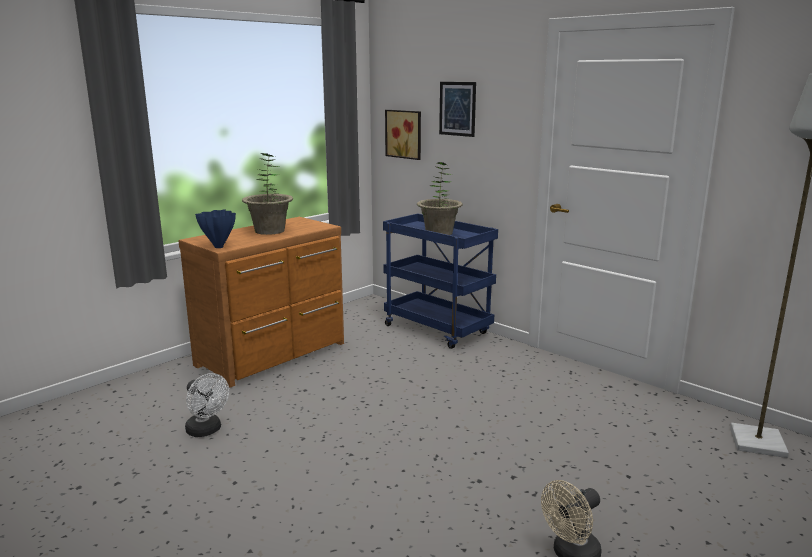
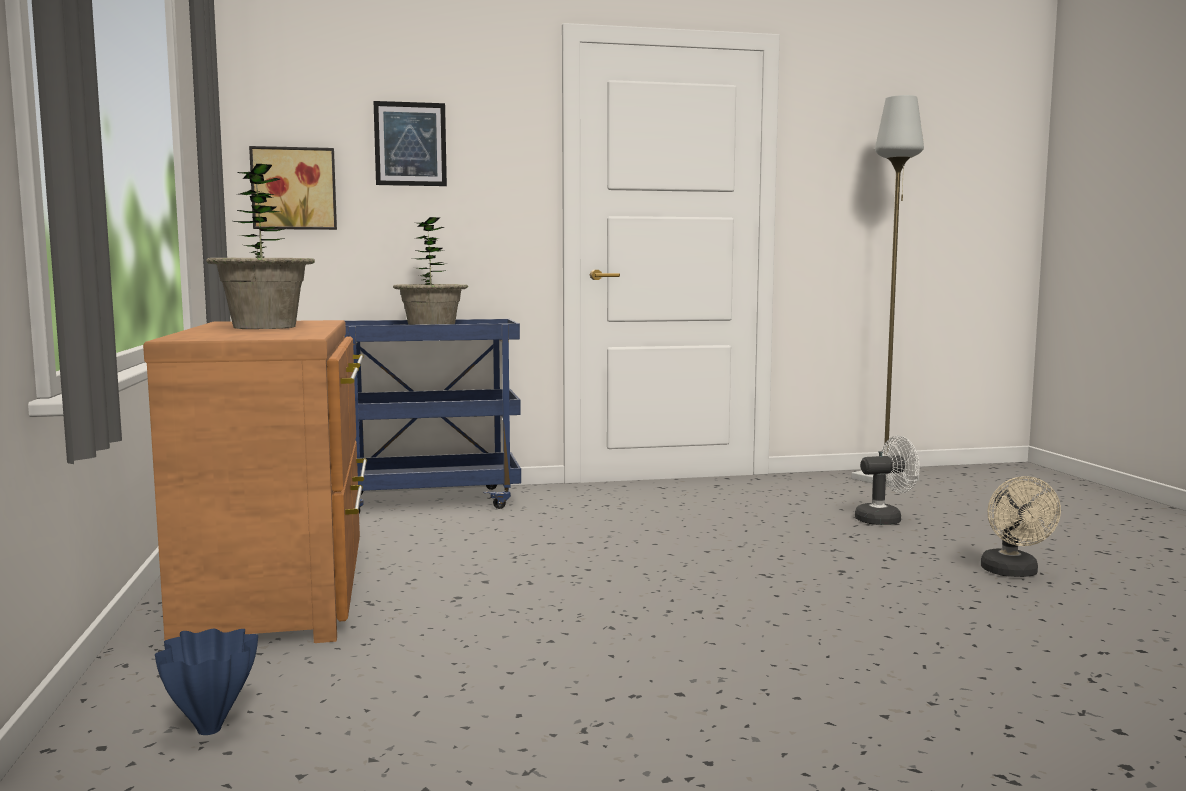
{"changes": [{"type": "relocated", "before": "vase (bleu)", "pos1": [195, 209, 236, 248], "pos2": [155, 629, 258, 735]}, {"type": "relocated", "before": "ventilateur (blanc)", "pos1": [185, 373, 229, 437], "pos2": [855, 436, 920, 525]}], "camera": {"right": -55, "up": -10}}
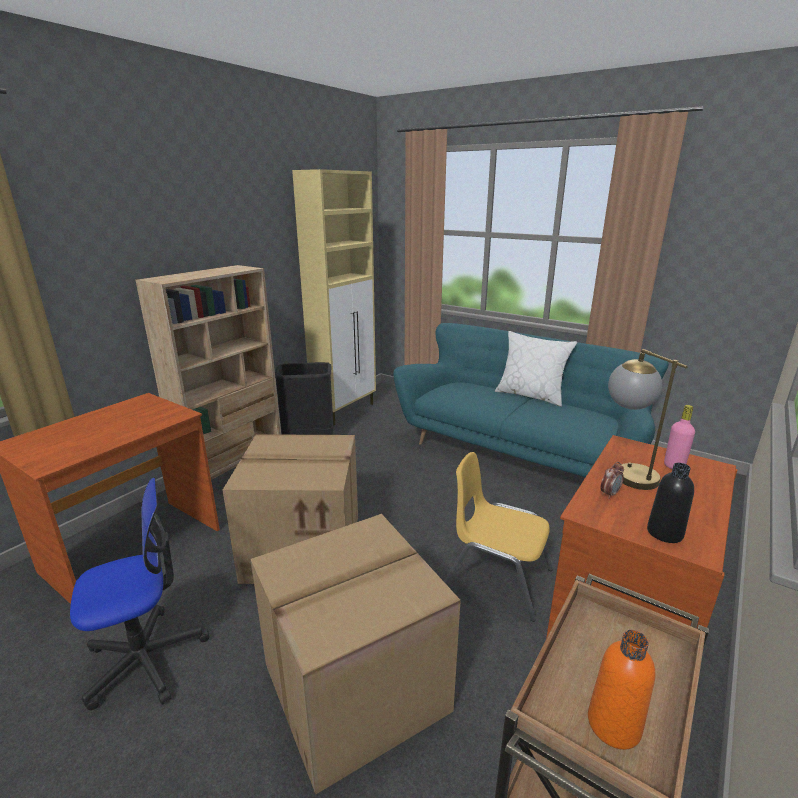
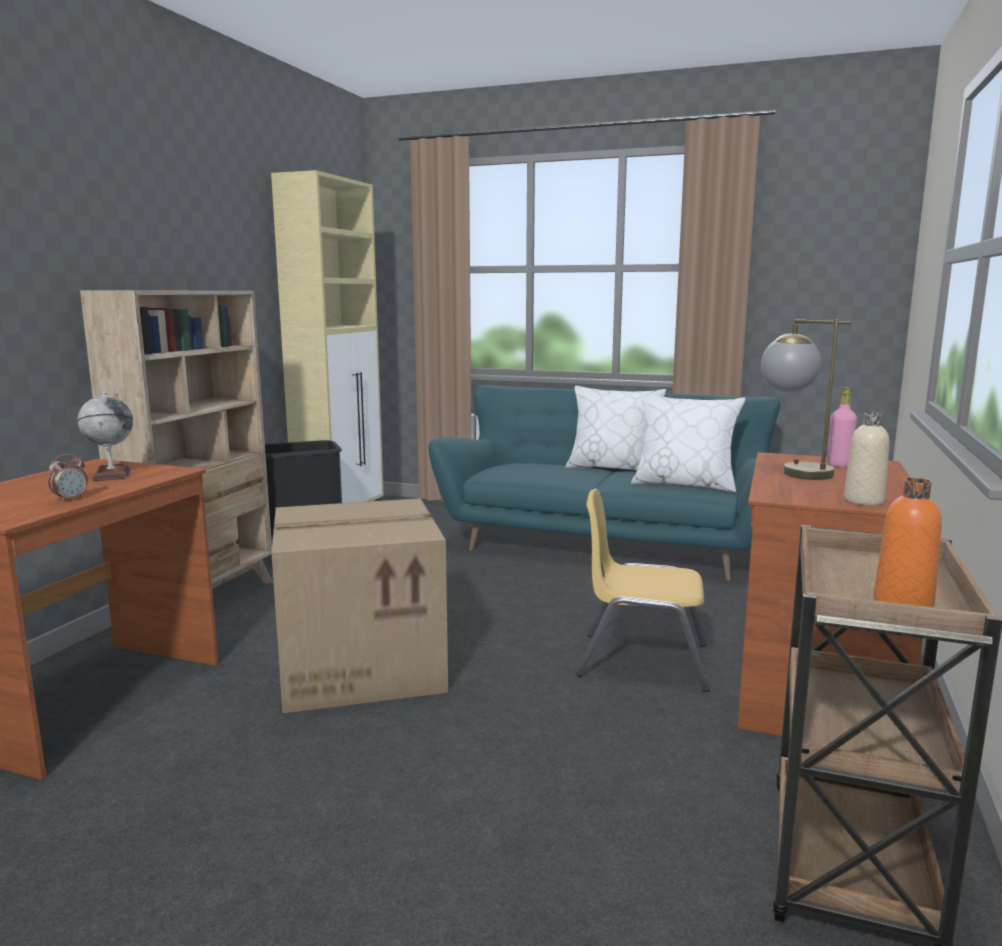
{"changes": [{"type": "relocated", "before": "réveil", "pos1": [600, 462, 624, 499], "pos2": [48, 454, 88, 502]}, {"type": "appeared", "after": "globe", "pos2": [77, 392, 133, 481]}, {"type": "appeared", "after": "coussin (blanc)", "pos2": [631, 393, 746, 493]}, {"type": "colour", "before": "bouteille (noir)", "after": "bouteille (beige)", "pos1": [647, 463, 694, 543], "pos2": [844, 412, 890, 505]}, {"type": "missing", "before": "chaise de bureau", "pos1": [70, 477, 209, 710]}, {"type": "missing", "before": "carton", "pos1": [250, 514, 461, 795]}], "camera": {"right": -15, "up": -10}}
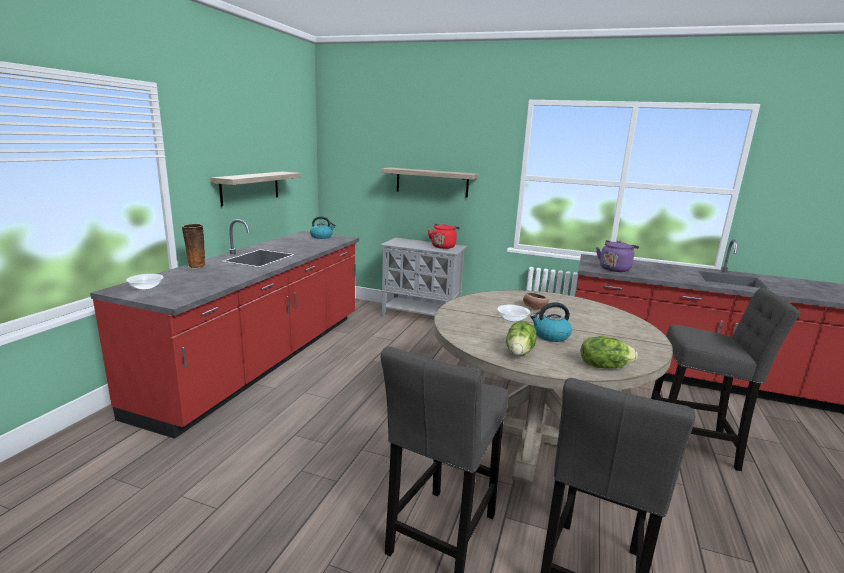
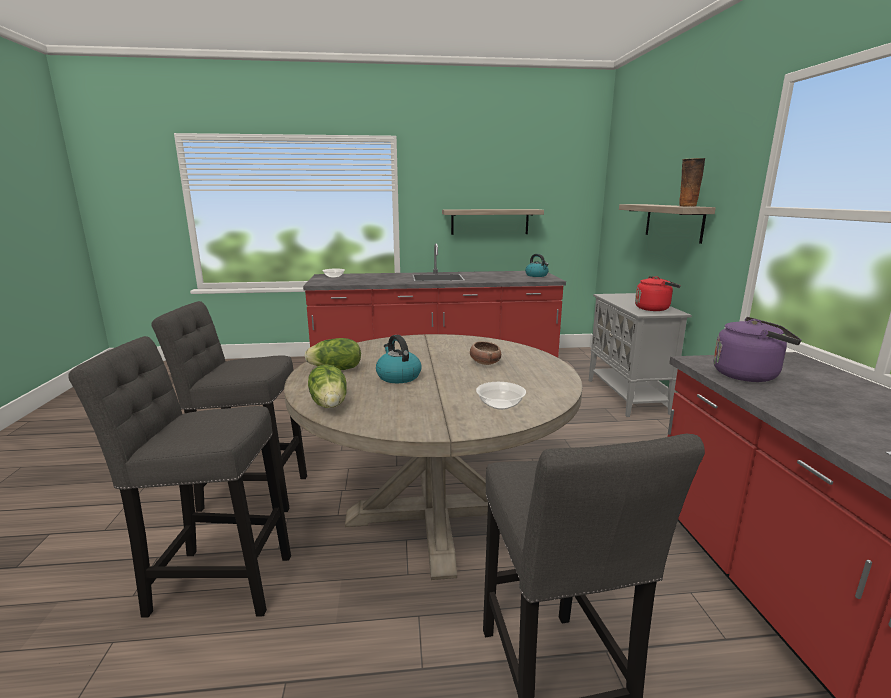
{"changes": [{"type": "relocated", "before": "bol", "pos1": [497, 305, 530, 322], "pos2": [476, 382, 526, 410]}, {"type": "relocated", "before": "vase", "pos1": [182, 224, 205, 268], "pos2": [679, 158, 705, 207]}], "camera": {"right": 65, "up": 0}}
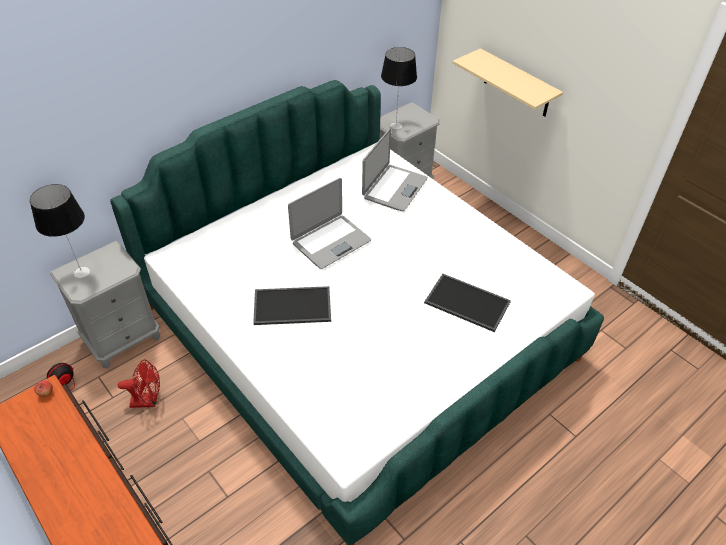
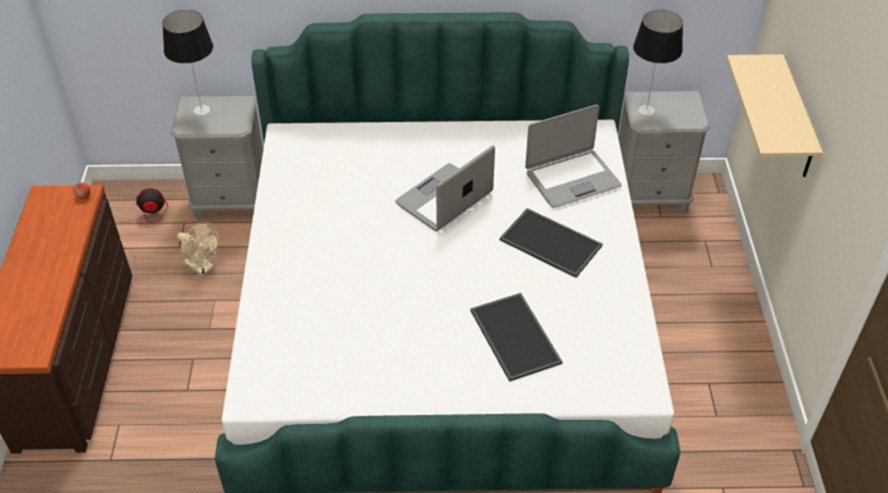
{"changes": [{"type": "colour", "before": "ventilateur (rouge)", "after": "ventilateur (beige)", "pos1": [118, 360, 160, 408], "pos2": [177, 222, 219, 276]}, {"type": "spun", "before": "ordinateur portable", "pos1": [288, 178, 371, 269], "pos2": [395, 145, 495, 231], "turn": 135}, {"type": "relocated", "before": "plateau", "pos1": [253, 286, 331, 325], "pos2": [499, 208, 603, 278]}], "camera": {"right": 40, "up": 0}}
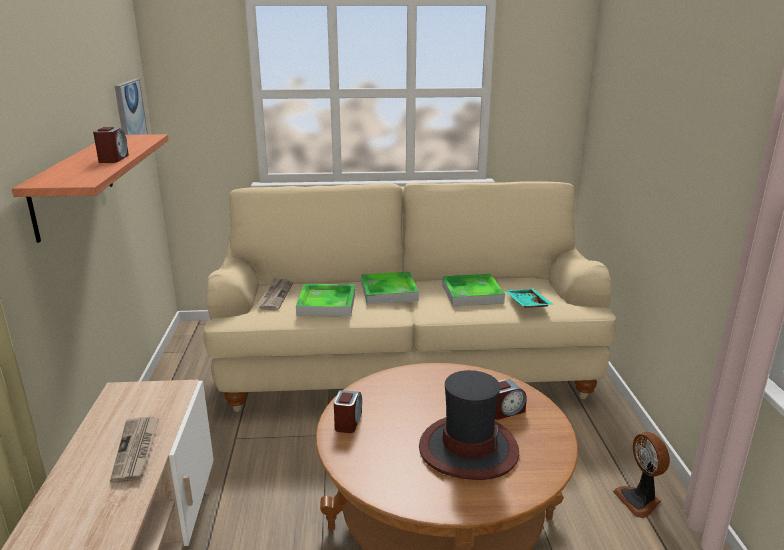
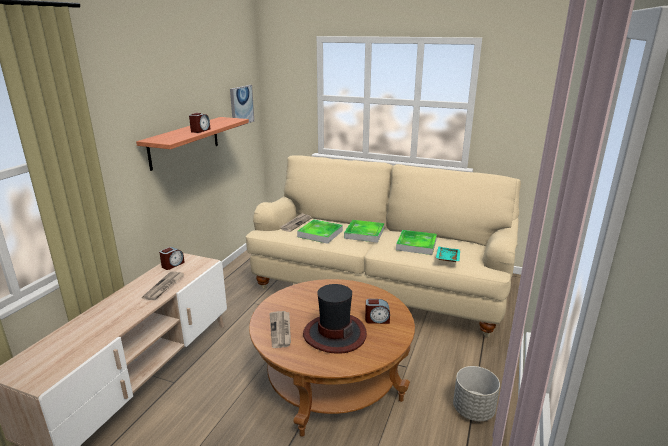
{"changes": [{"type": "relocated", "before": "réveil", "pos1": [334, 390, 362, 433], "pos2": [159, 247, 185, 270]}, {"type": "appeared", "after": "journal", "pos2": [269, 311, 291, 348]}, {"type": "exchanged", "before": "ventilateur", "after": "cache-pot (gris)", "pos1": [613, 432, 670, 518], "pos2": [453, 366, 500, 421]}], "camera": {"right": 25, "up": 0}}
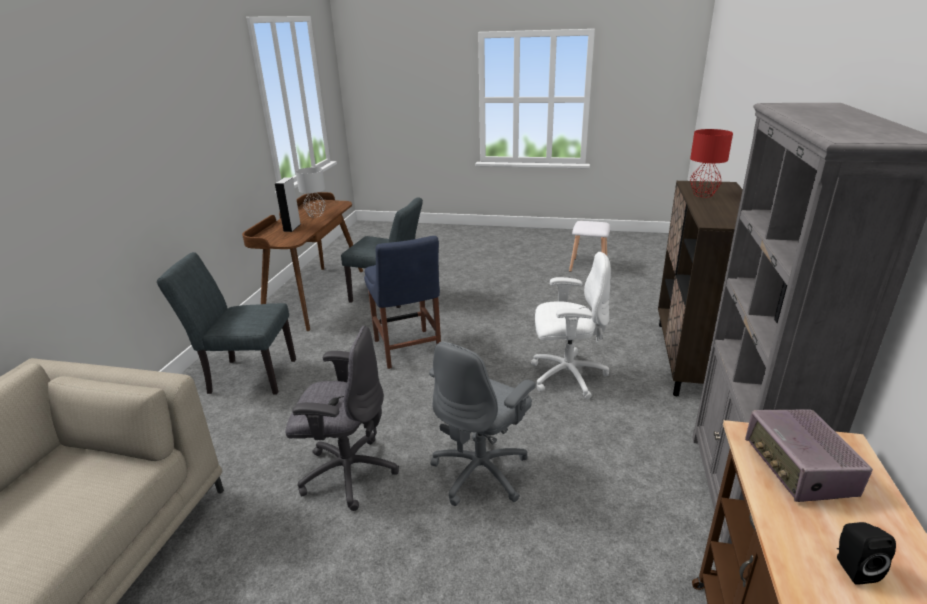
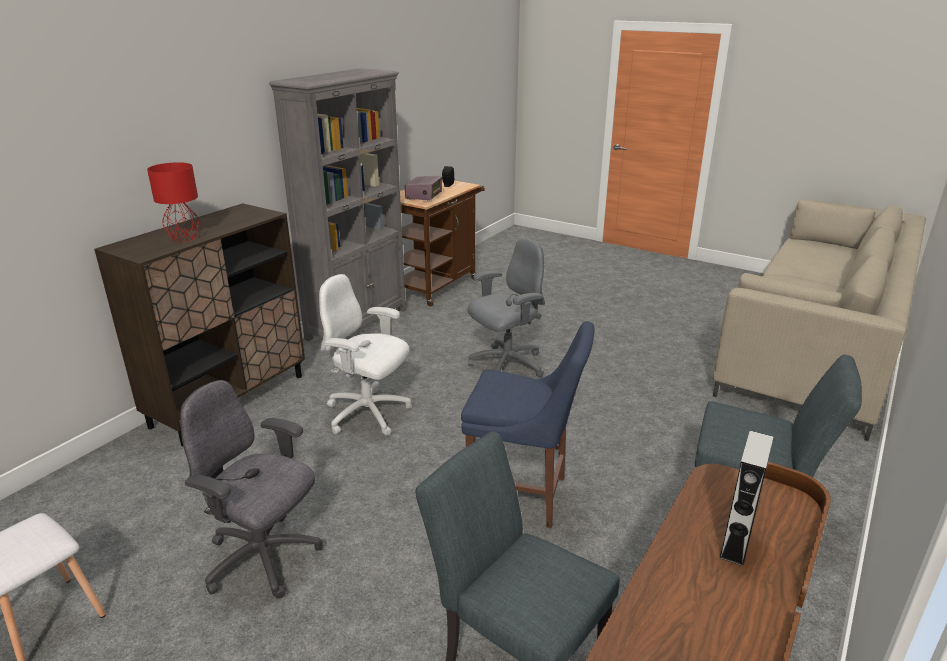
{"changes": [{"type": "relocated", "before": "chaise de bureau (gris)", "pos1": [285, 326, 399, 511], "pos2": [180, 380, 323, 599]}, {"type": "spun", "before": "chaise (bleu)", "pos1": [364, 236, 441, 369], "pos2": [461, 321, 594, 528], "turn": 105}, {"type": "missing", "before": "lampe de table (gris)", "pos1": [296, 167, 326, 217]}], "camera": {"right": -160, "up": 0}}
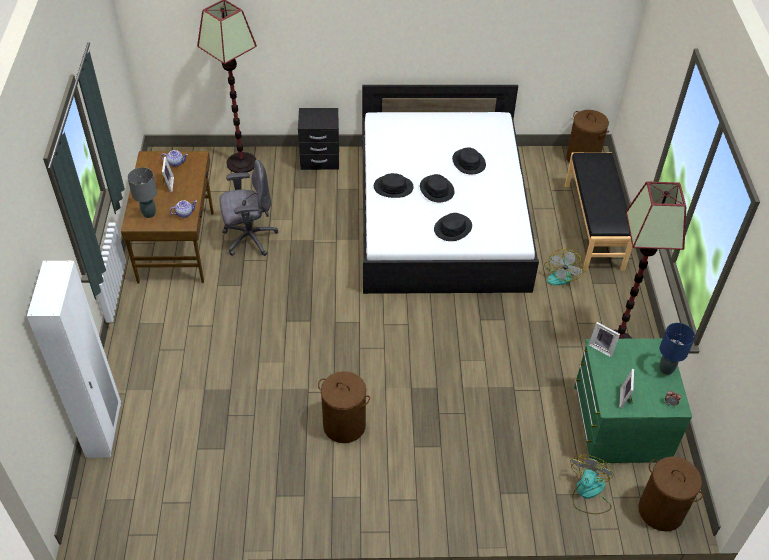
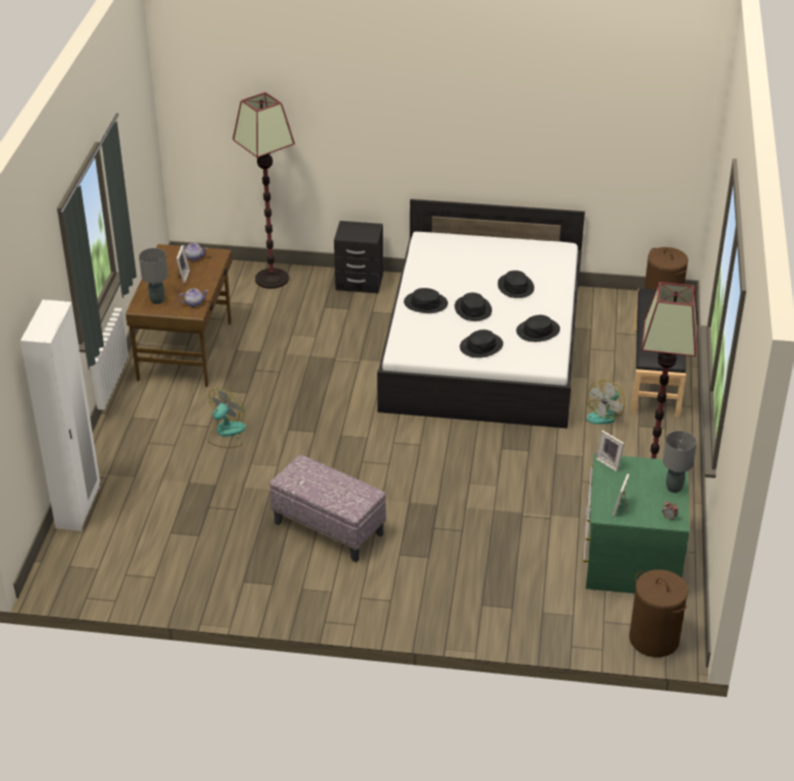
{"changes": [{"type": "relocated", "before": "ventilateur", "pos1": [570, 454, 614, 514], "pos2": [208, 388, 246, 448]}, {"type": "exchanged", "before": "panier à linge (marron)", "after": "pouf", "pos1": [318, 371, 370, 443], "pos2": [270, 455, 386, 562]}, {"type": "appeared", "after": "chapeau (noir)", "pos2": [516, 315, 560, 342]}, {"type": "colour", "before": "lampe de table (bleu)", "after": "lampe de table (gris)", "pos1": [659, 323, 695, 375], "pos2": [663, 431, 697, 493]}, {"type": "missing", "before": "chaise de bureau (gris)", "pos1": [219, 160, 278, 256]}], "camera": {"right": 10, "up": -10}}
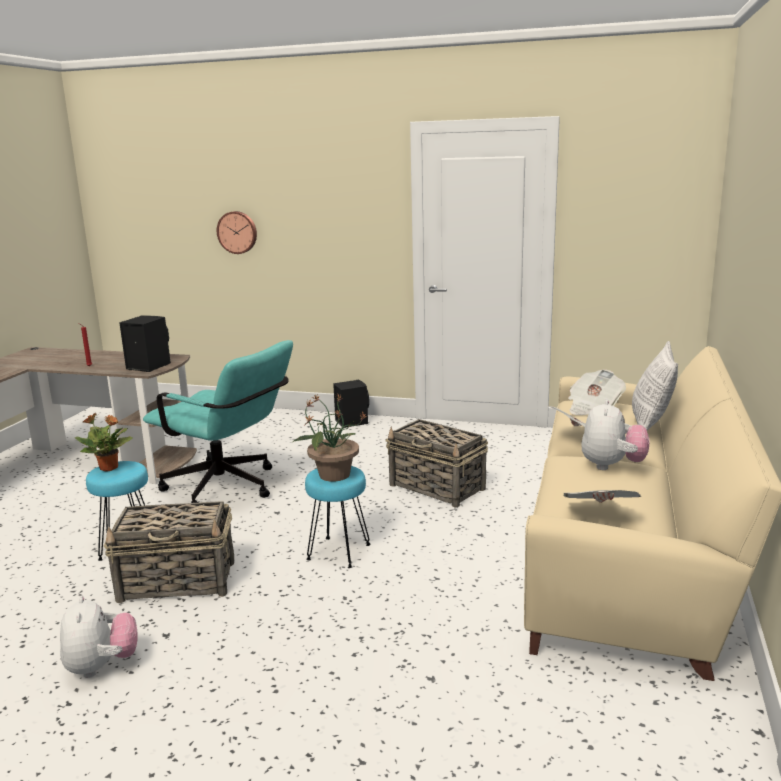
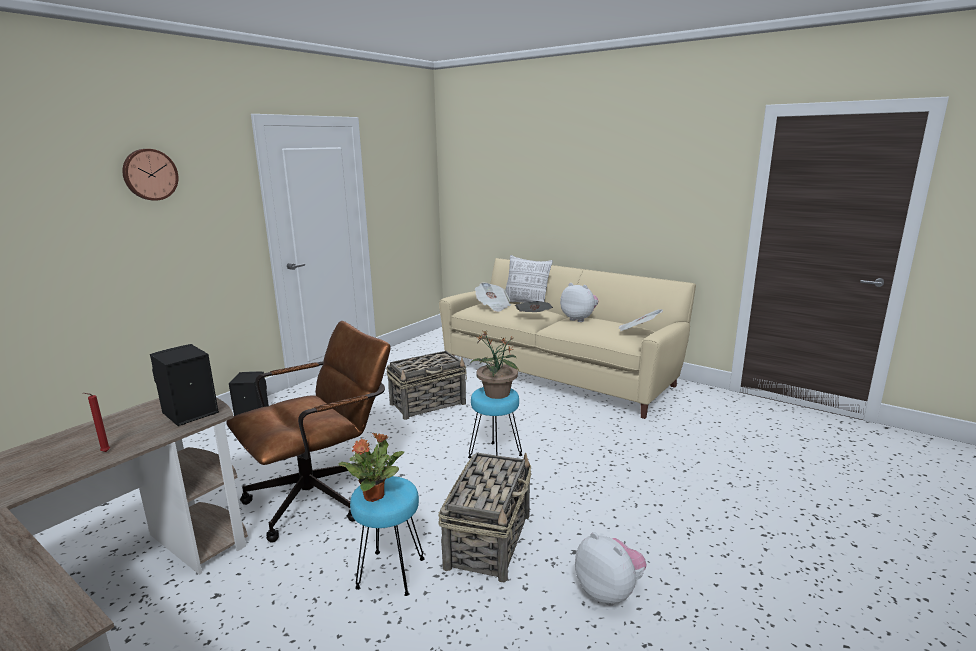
{"changes": [{"type": "relocated", "before": "horloge murale", "pos1": [217, 211, 257, 254], "pos2": [122, 149, 179, 201]}, {"type": "colour", "before": "chaise de bureau (turquoise)", "after": "chaise de bureau (marron)", "pos1": [143, 340, 293, 503], "pos2": [226, 321, 390, 542]}, {"type": "spun", "before": "peluche", "pos1": [60, 596, 138, 678], "pos2": [575, 532, 646, 605], "turn": 45}], "camera": {"right": -70, "up": 0}}
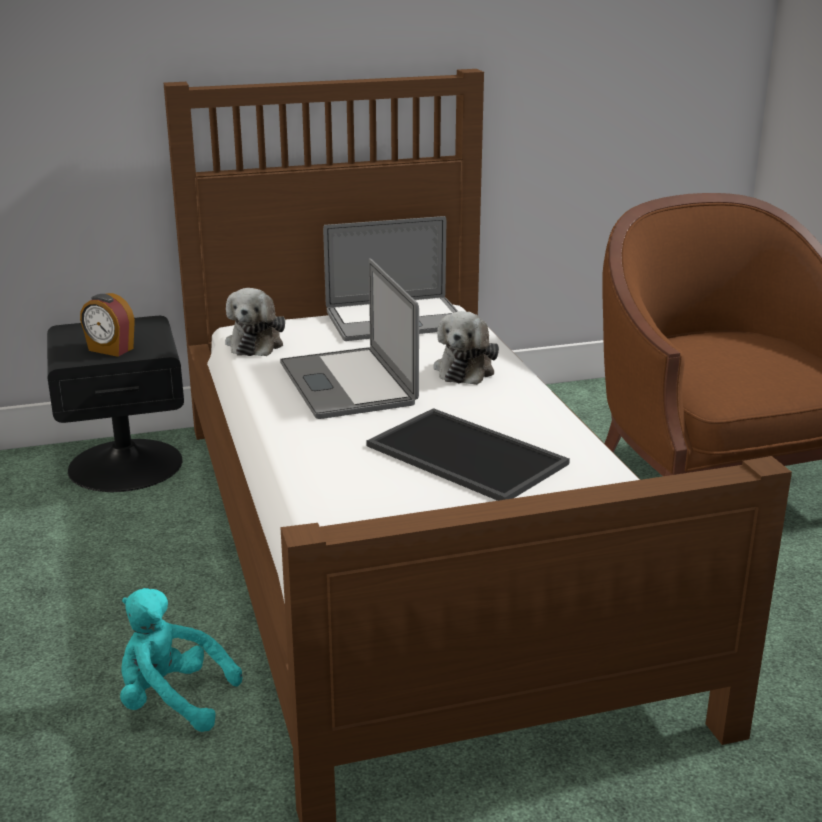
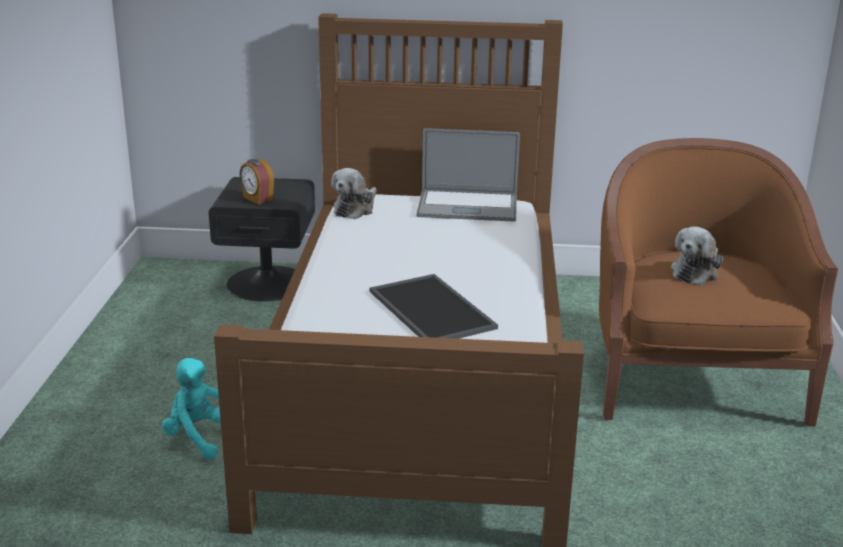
{"changes": [{"type": "relocated", "before": "peluche", "pos1": [433, 311, 499, 385], "pos2": [671, 227, 723, 285]}, {"type": "missing", "before": "ordinateur portable", "pos1": [280, 258, 419, 419]}], "camera": {"right": 20, "up": 0}}
